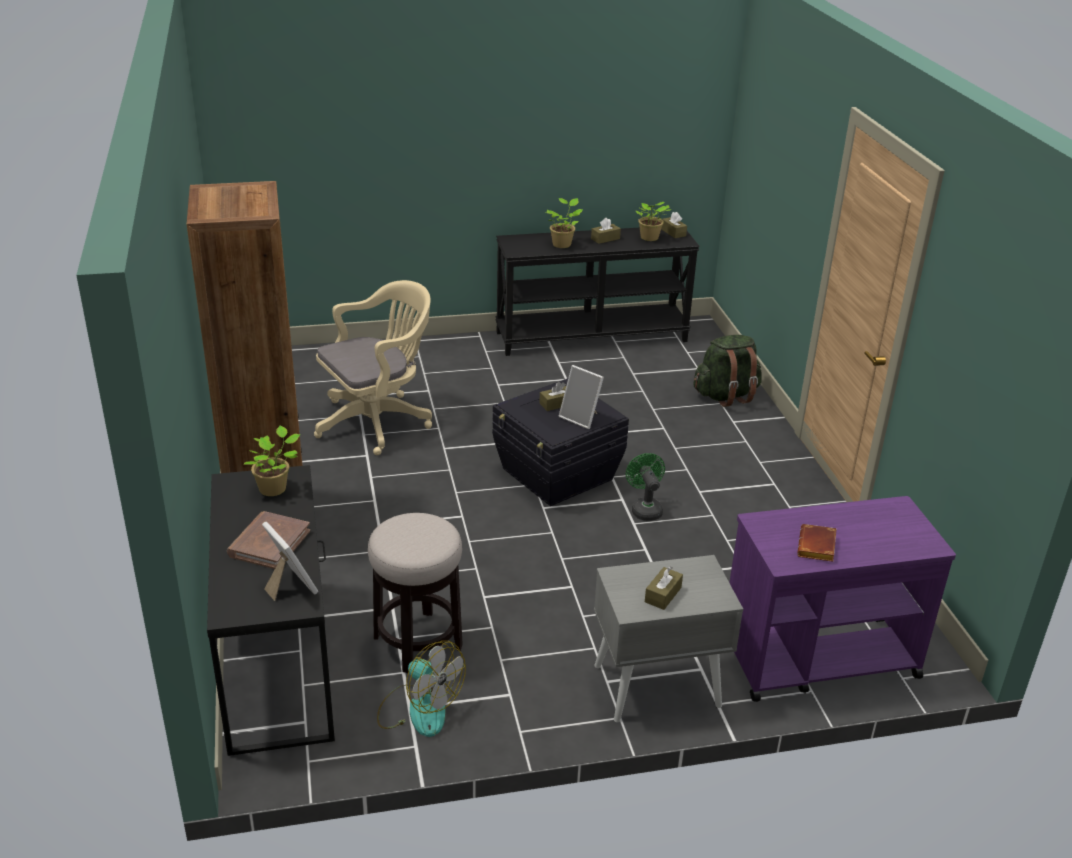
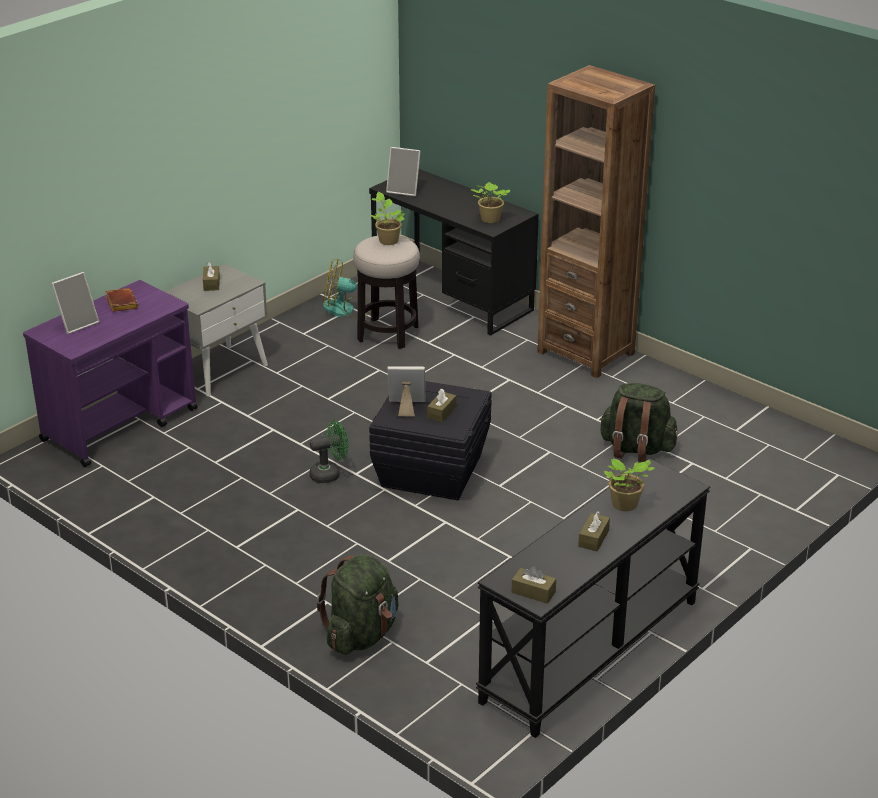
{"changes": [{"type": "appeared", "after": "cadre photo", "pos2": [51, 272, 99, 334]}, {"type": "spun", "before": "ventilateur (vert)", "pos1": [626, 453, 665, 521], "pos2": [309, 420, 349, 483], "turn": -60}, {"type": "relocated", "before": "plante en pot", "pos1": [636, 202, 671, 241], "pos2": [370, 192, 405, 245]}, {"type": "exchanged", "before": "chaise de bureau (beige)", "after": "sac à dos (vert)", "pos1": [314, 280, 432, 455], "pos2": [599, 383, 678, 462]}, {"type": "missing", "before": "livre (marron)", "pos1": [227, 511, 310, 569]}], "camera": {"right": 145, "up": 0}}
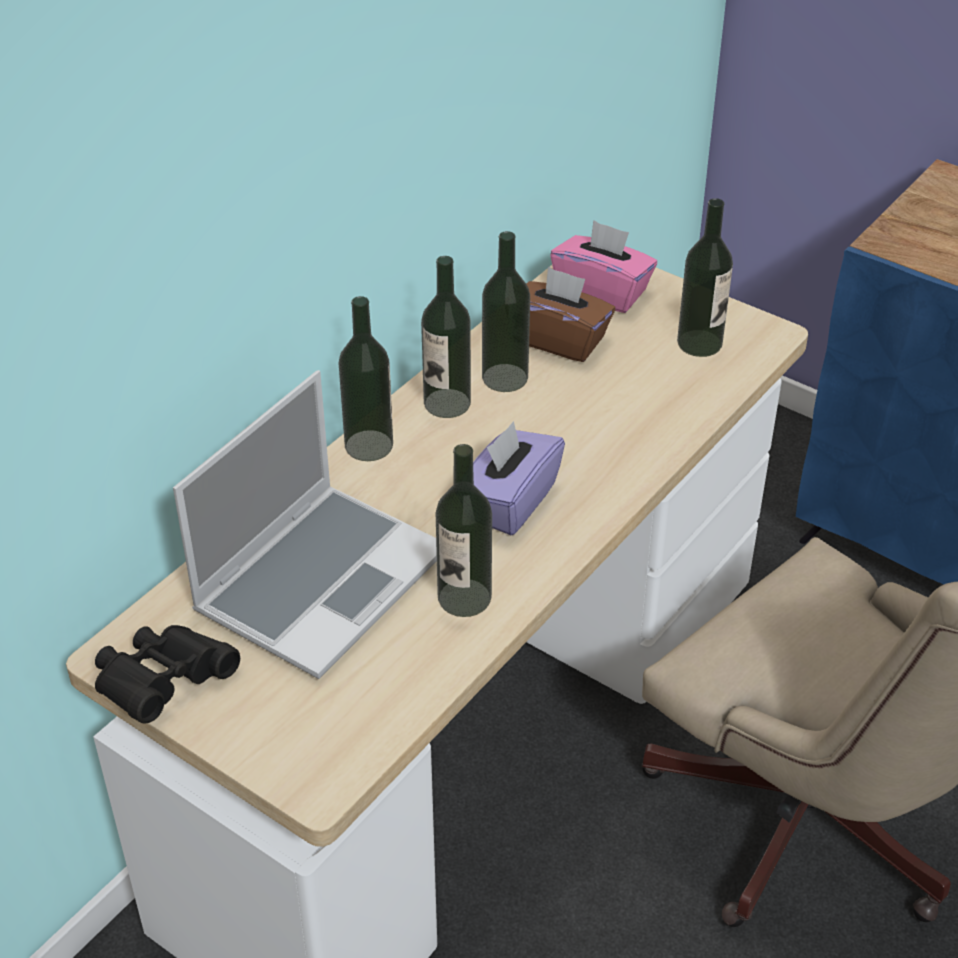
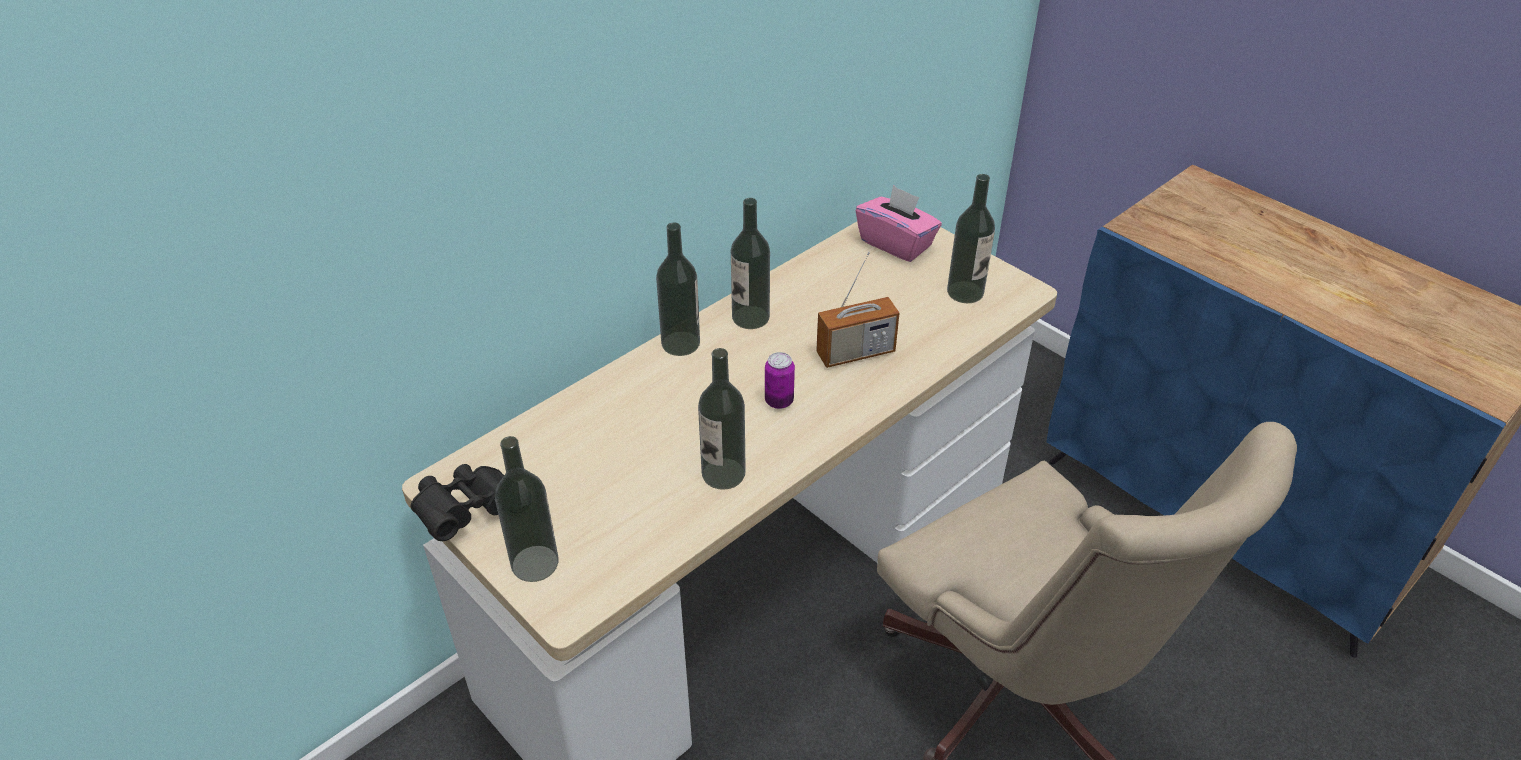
{"changes": [{"type": "relocated", "before": "bouteille", "pos1": [482, 231, 530, 392], "pos2": [495, 436, 559, 582]}, {"type": "exchanged", "before": "boîte à mouchoirs (violet)", "after": "boîte métallique", "pos1": [473, 421, 565, 535], "pos2": [765, 352, 795, 409]}, {"type": "appeared", "after": "radio", "pos2": [816, 252, 899, 368]}, {"type": "missing", "before": "ordinateur portable", "pos1": [173, 370, 437, 679]}, {"type": "missing", "before": "boîte à mouchoirs (marron)", "pos1": [526, 266, 615, 362]}], "camera": {"right": 10, "up": 0}}
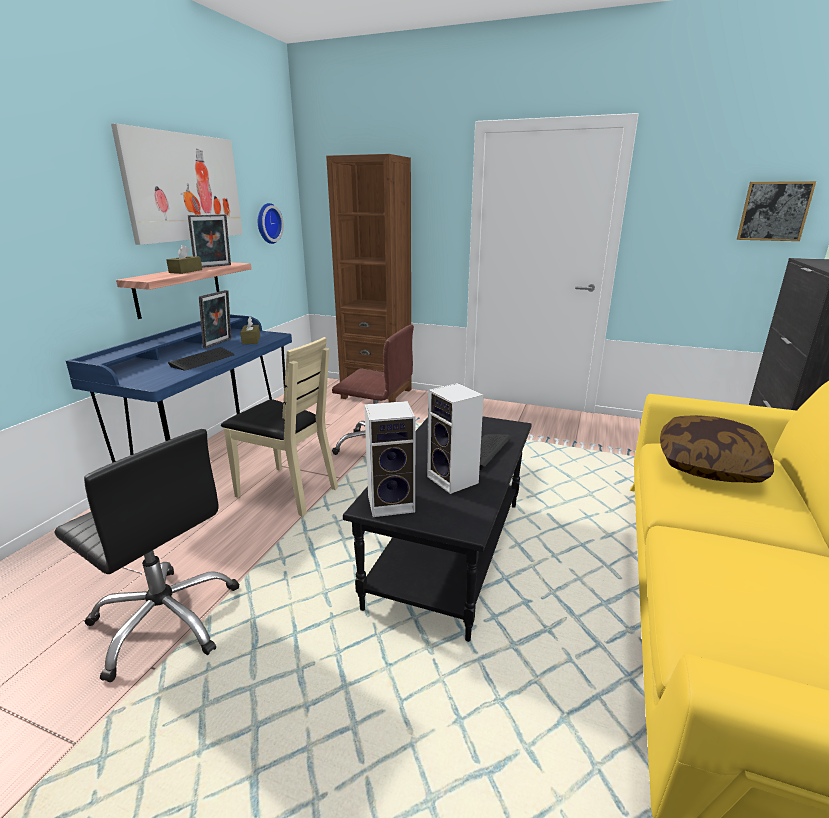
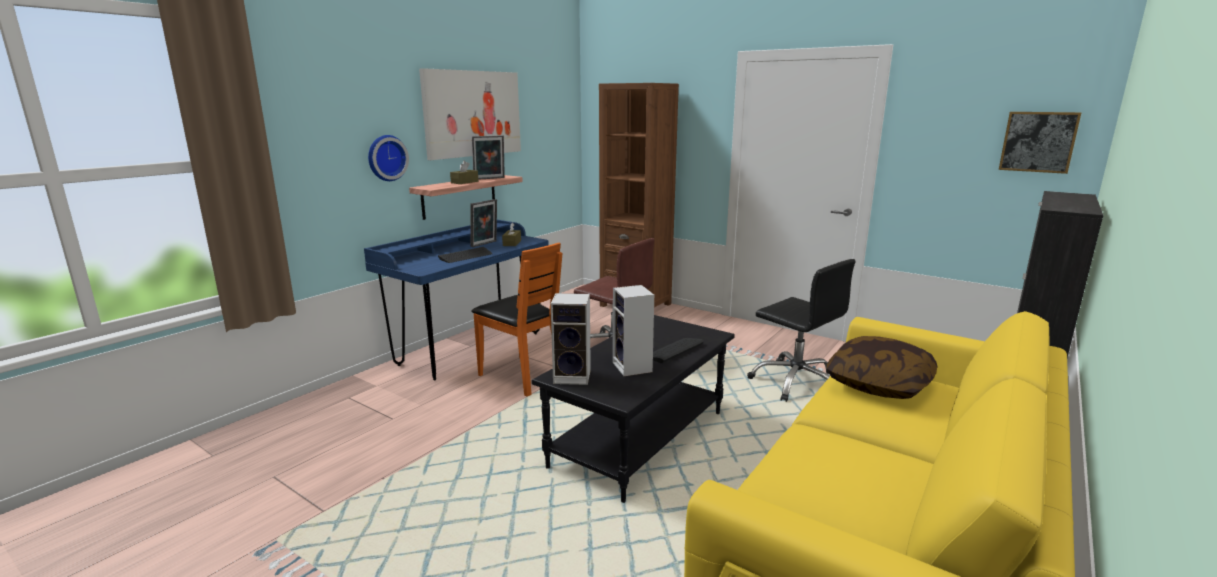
{"changes": [{"type": "relocated", "before": "horloge murale", "pos1": [258, 203, 284, 244], "pos2": [368, 135, 409, 181]}, {"type": "colour", "before": "chaise (beige)", "after": "chaise (orange)", "pos1": [221, 337, 338, 517], "pos2": [471, 243, 562, 397]}, {"type": "relocated", "before": "chaise de bureau (noir)", "pos1": [54, 429, 239, 682], "pos2": [747, 259, 856, 402]}], "camera": {"right": 15, "up": -5}}
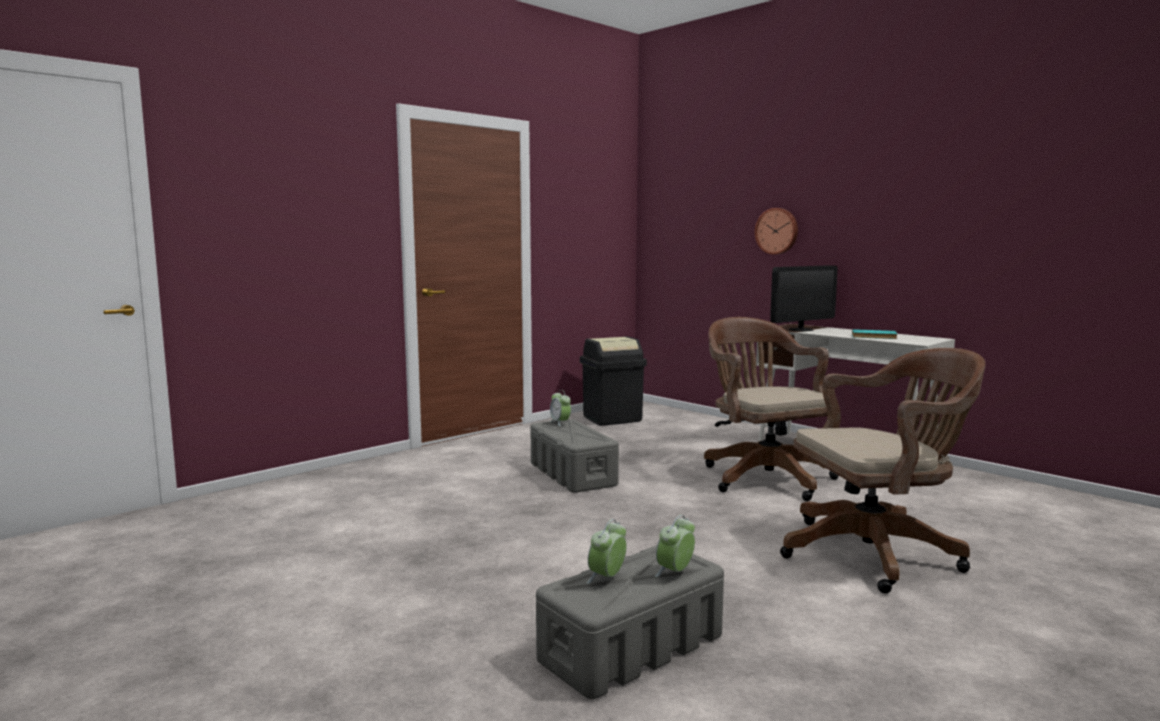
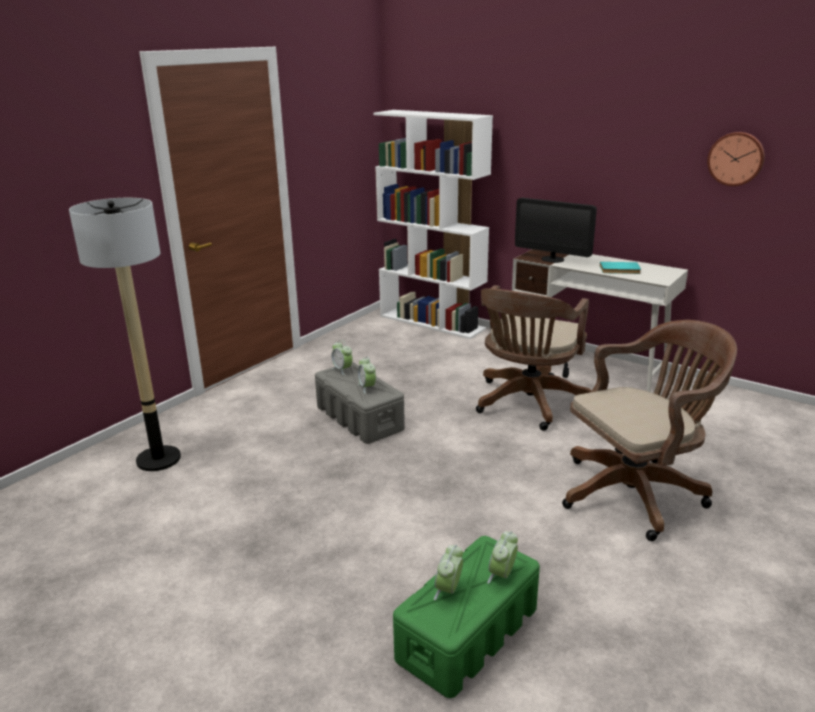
{"changes": [{"type": "appeared", "after": "lampadaire", "pos2": [69, 198, 181, 471]}, {"type": "appeared", "after": "réveil", "pos2": [358, 356, 376, 394]}, {"type": "appeared", "after": "bibliothèque (blanc)", "pos2": [374, 110, 493, 339]}, {"type": "colour", "before": "boîte de rangement (gris)", "after": "boîte de rangement (vert)", "pos1": [536, 545, 724, 699], "pos2": [393, 536, 540, 698]}, {"type": "spun", "before": "chaise de bureau (marron)", "pos1": [704, 317, 839, 501], "pos2": [476, 285, 591, 431], "turn": -120}, {"type": "spun", "before": "écran d'ordinateur", "pos1": [770, 265, 838, 331], "pos2": [515, 198, 597, 263], "turn": 75}, {"type": "relocated", "before": "horloge murale", "pos1": [755, 208, 798, 255], "pos2": [707, 132, 765, 186]}, {"type": "missing", "before": "poubelle (noir)", "pos1": [580, 336, 647, 426]}], "camera": {"right": -10, "up": 15}}
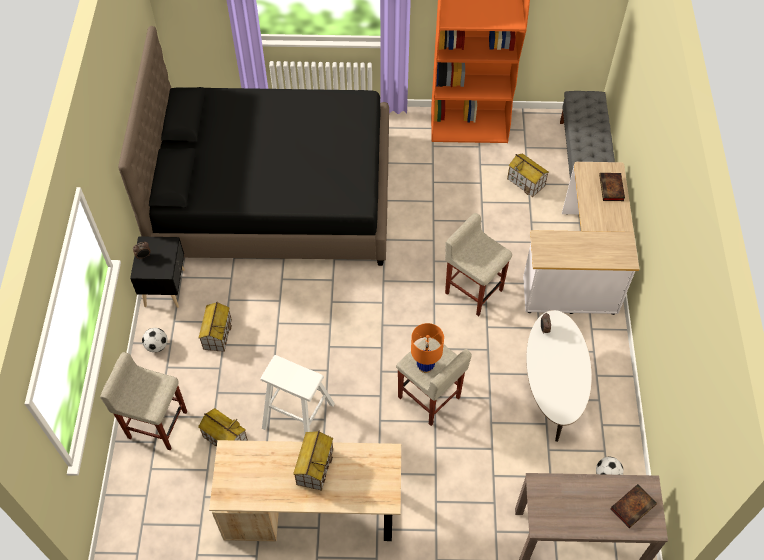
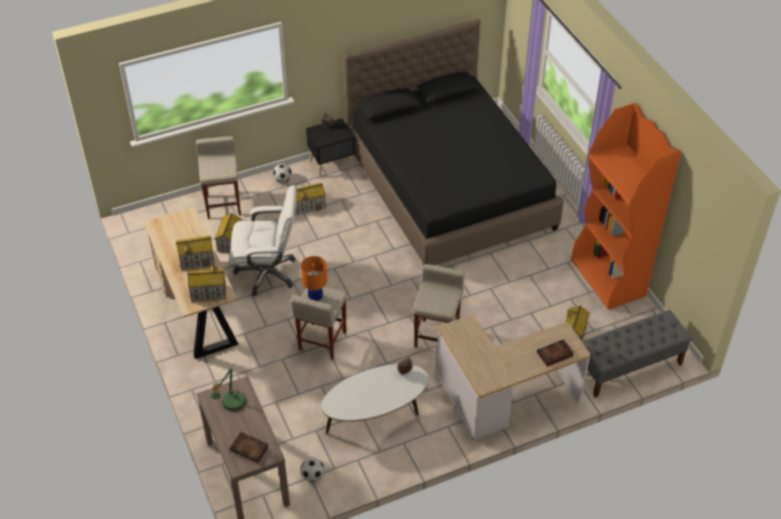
{"changes": [{"type": "appeared", "after": "maison miniature", "pos2": [187, 264, 226, 301]}, {"type": "appeared", "after": "lampe de table", "pos2": [210, 366, 247, 411]}, {"type": "exchanged", "before": "tabouret (blanc)", "after": "chaise de bureau (blanc)", "pos1": [260, 355, 335, 435], "pos2": [229, 185, 297, 296]}], "camera": {"right": 65, "up": -10}}
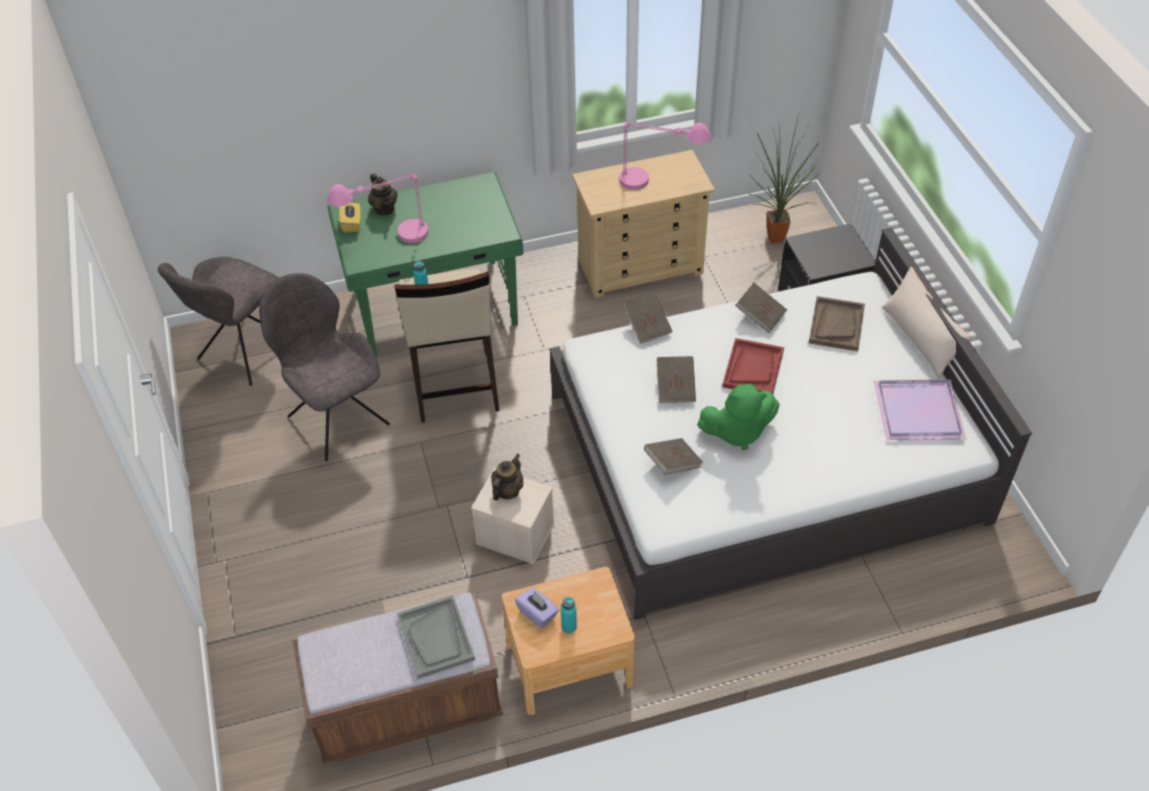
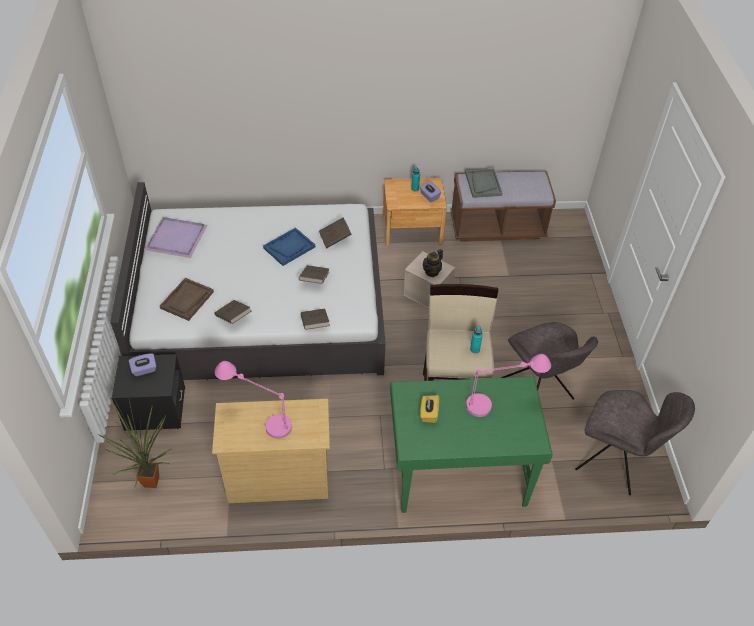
{"changes": [{"type": "appeared", "after": "boîte à mouchoirs (violet)", "pos2": [129, 353, 156, 376]}, {"type": "exchanged", "before": "peluche (vert)", "after": "plateau (bleu)", "pos1": [697, 384, 780, 450], "pos2": [263, 227, 315, 266]}, {"type": "relocated", "before": "boîte à mouchoirs (jaune)", "pos1": [339, 202, 361, 233], "pos2": [420, 395, 439, 423]}, {"type": "spun", "before": "chaise (gris)", "pos1": [158, 257, 279, 386], "pos2": [575, 390, 695, 495], "turn": 75}, {"type": "missing", "before": "théière", "pos1": [368, 173, 398, 215]}, {"type": "missing", "before": "plateau (rouge)", "pos1": [722, 338, 784, 394]}, {"type": "missing", "before": "coussin (beige)", "pos1": [881, 266, 972, 378]}], "camera": {"right": -170, "up": 0}}
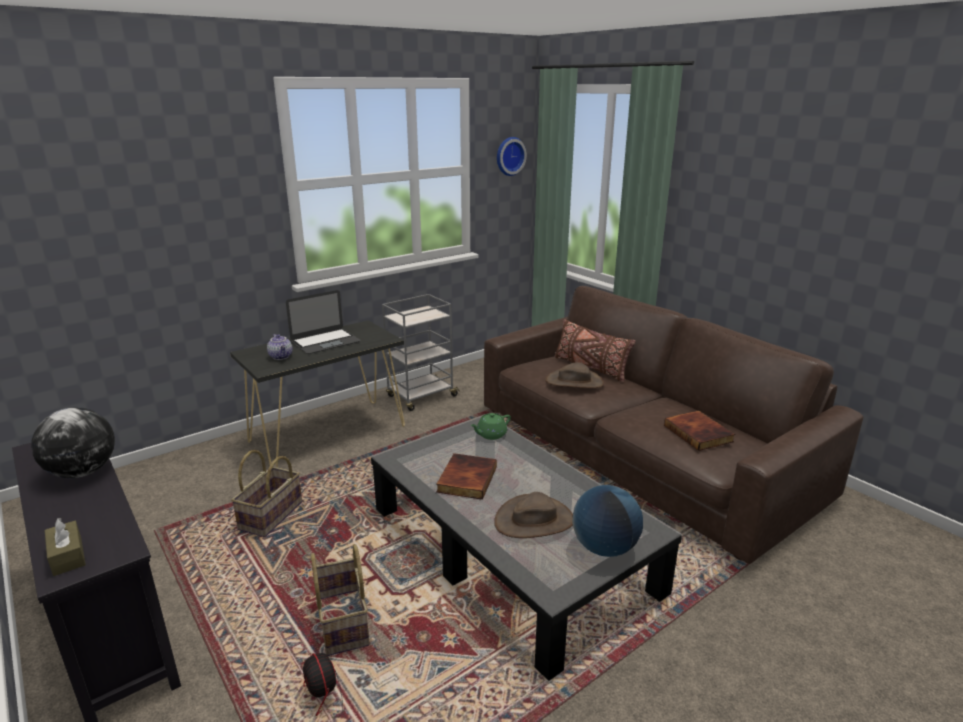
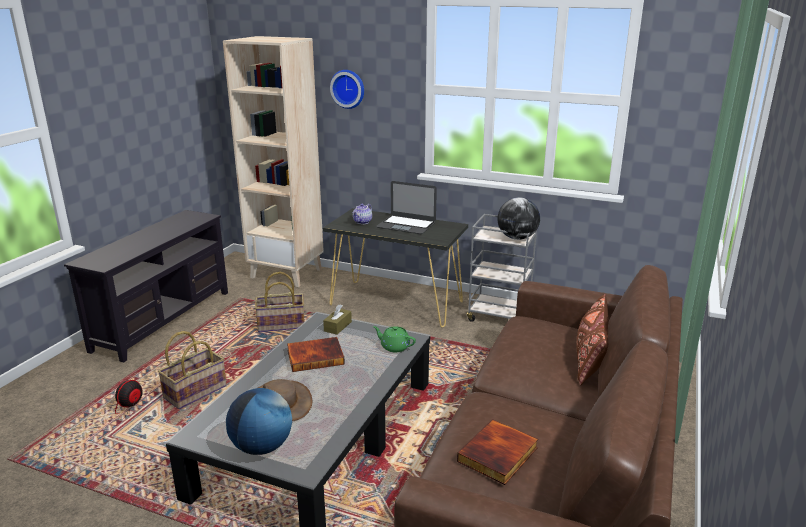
{"changes": [{"type": "appeared", "after": "bibliothèque (beige)", "pos2": [223, 36, 324, 287]}, {"type": "relocated", "before": "boîte à mouchoirs (marron)", "pos1": [45, 518, 86, 576], "pos2": [323, 304, 352, 335]}, {"type": "relocated", "before": "horloge murale", "pos1": [497, 137, 527, 176], "pos2": [330, 70, 364, 109]}, {"type": "relocated", "before": "globe", "pos1": [31, 407, 115, 478], "pos2": [497, 197, 540, 240]}, {"type": "missing", "before": "chapeau (marron)", "pos1": [545, 362, 604, 388]}], "camera": {"right": 60, "up": 0}}
